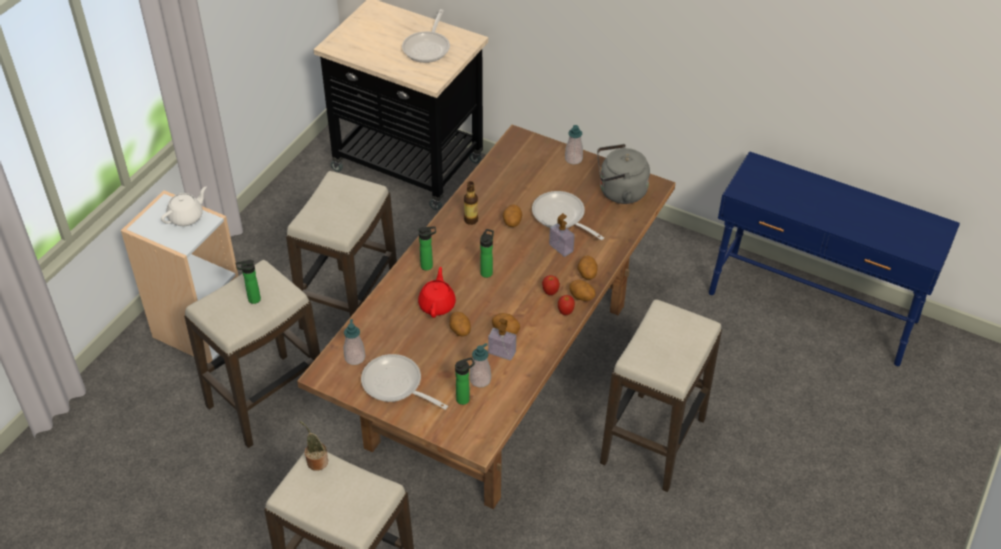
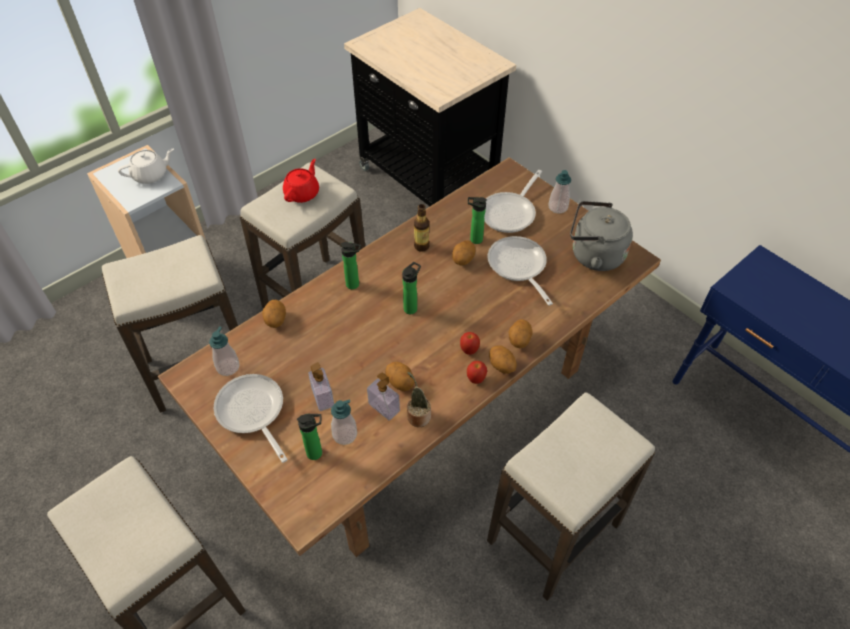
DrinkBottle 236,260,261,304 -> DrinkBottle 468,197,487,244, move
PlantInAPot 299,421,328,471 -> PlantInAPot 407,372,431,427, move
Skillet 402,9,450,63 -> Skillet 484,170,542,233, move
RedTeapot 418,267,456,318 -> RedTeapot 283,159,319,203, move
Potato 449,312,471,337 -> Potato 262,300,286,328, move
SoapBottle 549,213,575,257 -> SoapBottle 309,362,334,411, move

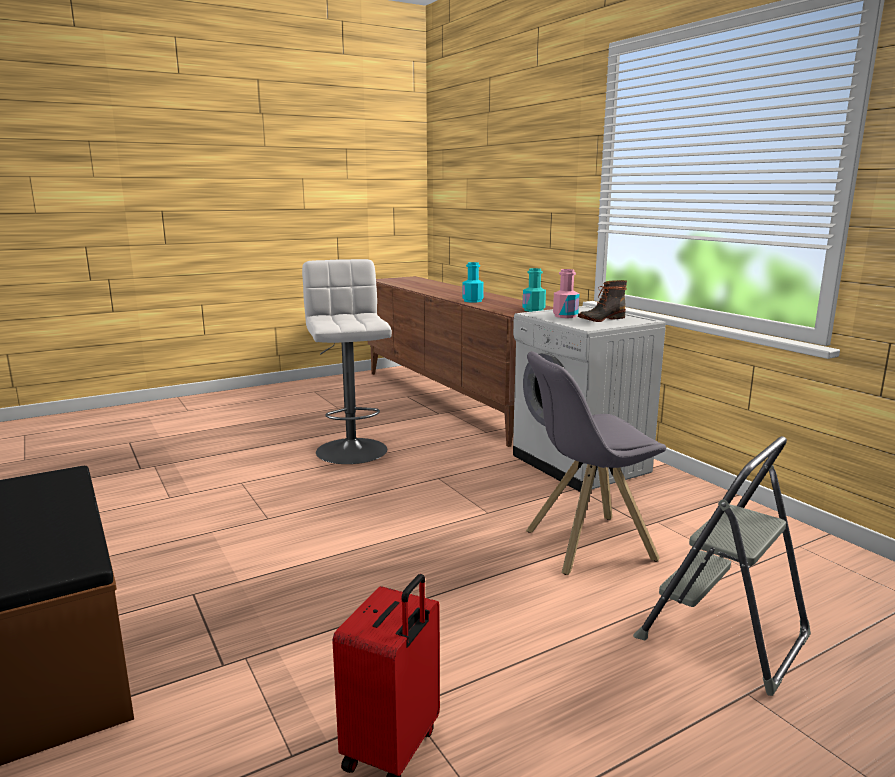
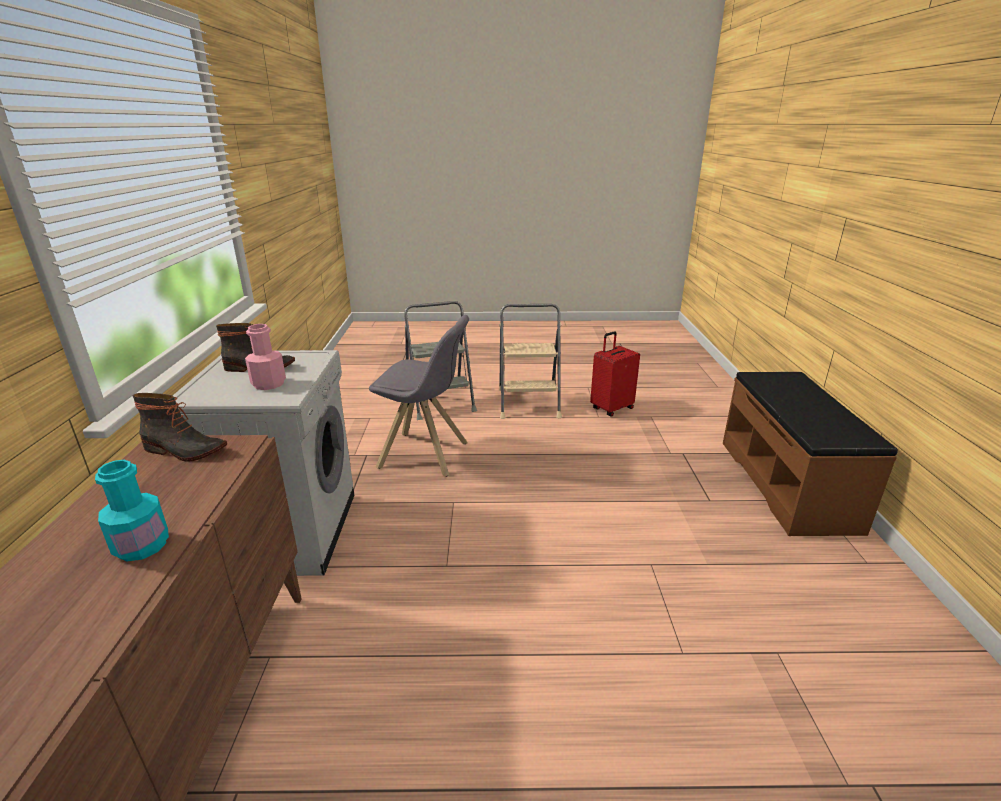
WhiteStoolSeat 302,259,392,464 -> none
TurquoiseDrinkBottle 523,268,546,312 -> HighTopBoot 133,393,227,462
none -> BeigeColouredStepLadder 499,304,562,419

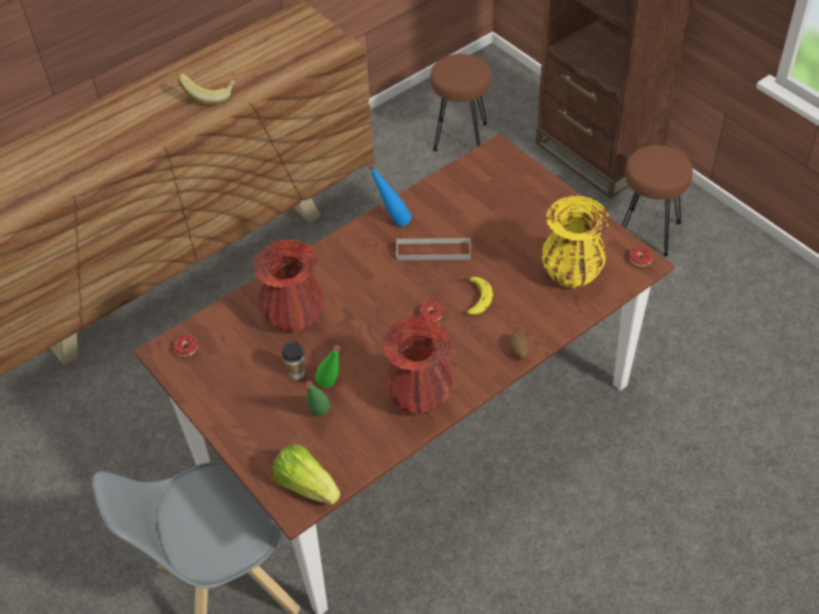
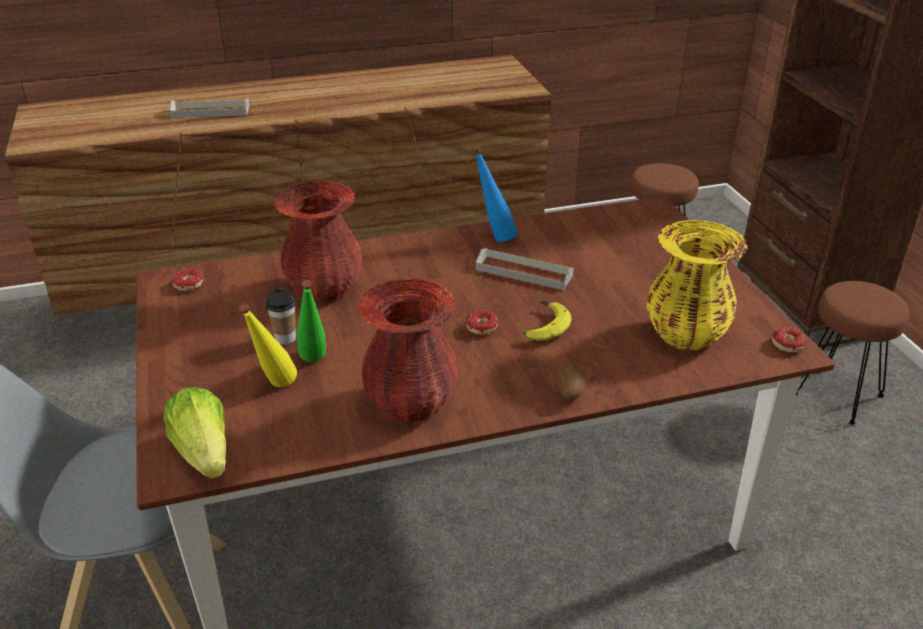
WholeBanana 178,73,236,104 -> none
GreenDrinkBottle 306,381,330,417 -> YellowDrinkBottle 239,304,297,387
none -> GreyishCarryingTray 170,98,249,118

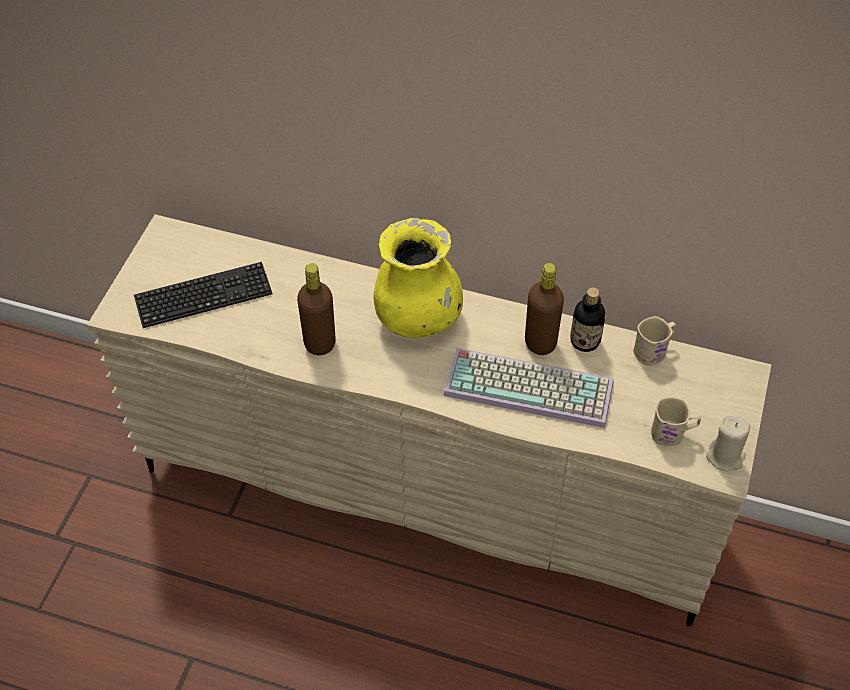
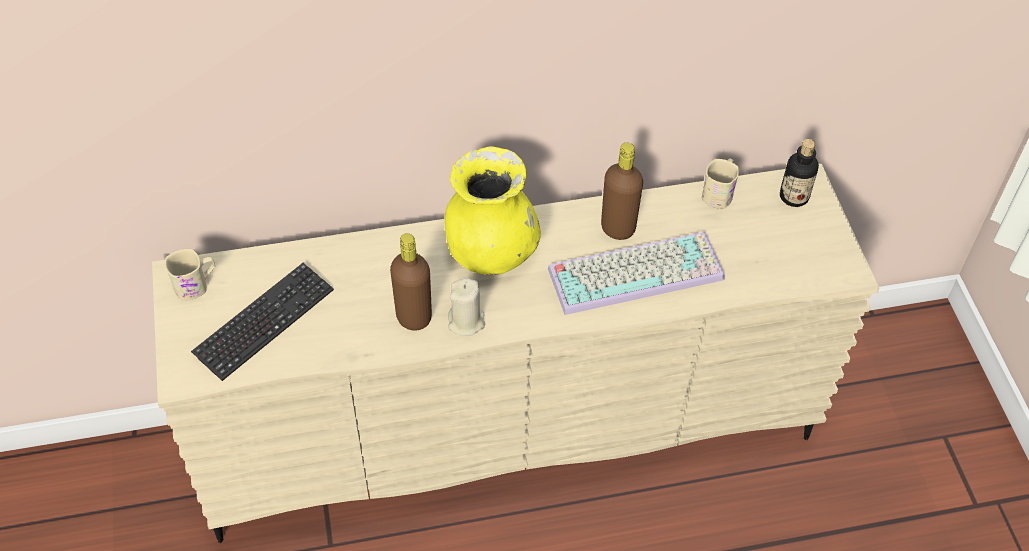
DrinkBottle 571,287,605,352 -> DrinkBottle 780,139,819,207, move
BeigeColouredTeaMug 651,397,701,446 -> BeigeColouredTeaMug 165,249,215,301, move
BeigeColouredWaxLight 706,416,750,471 -> BeigeColouredWaxLight 448,278,485,336, move

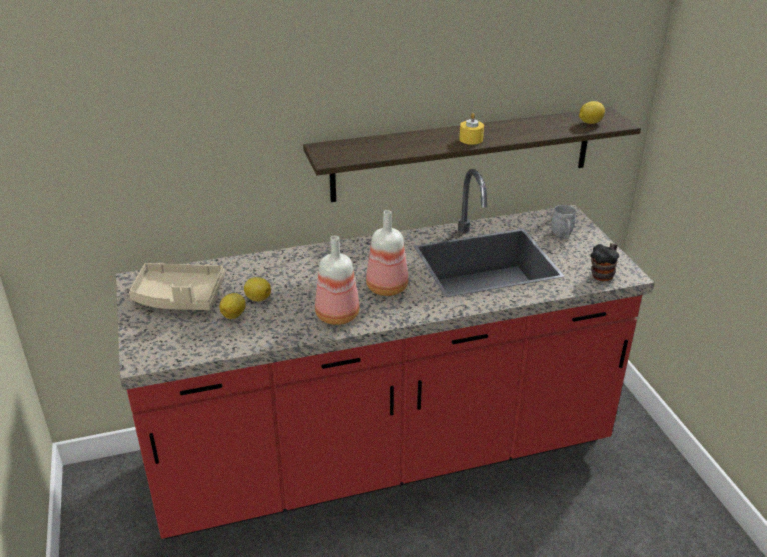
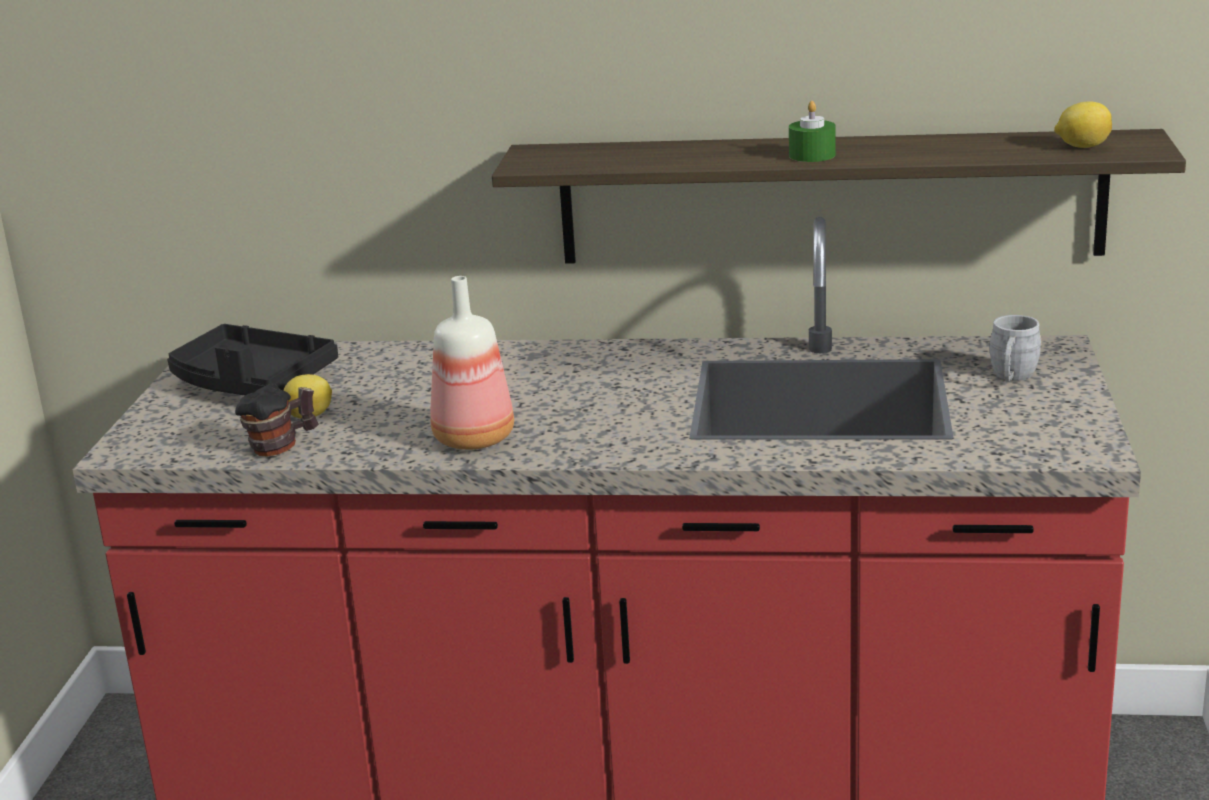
BeigeColouredCarryingTray 129,263,225,310 -> BlackishCarryingTray 167,324,338,396
Lemon 244,277,271,301 -> none
DrinkBottle 366,210,408,296 -> none
YellowWaxLight 459,113,484,145 -> GreenWaxLight 789,101,835,162
TeaMug 590,243,619,281 -> TeaMug 235,384,319,457, move

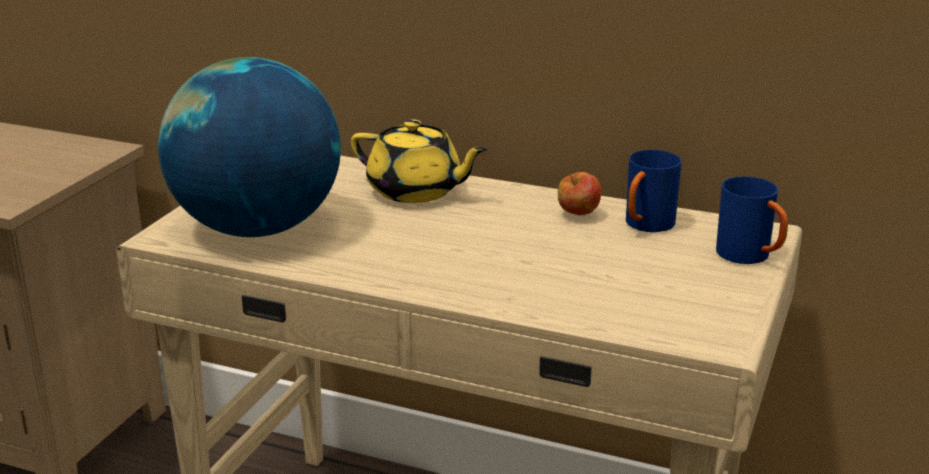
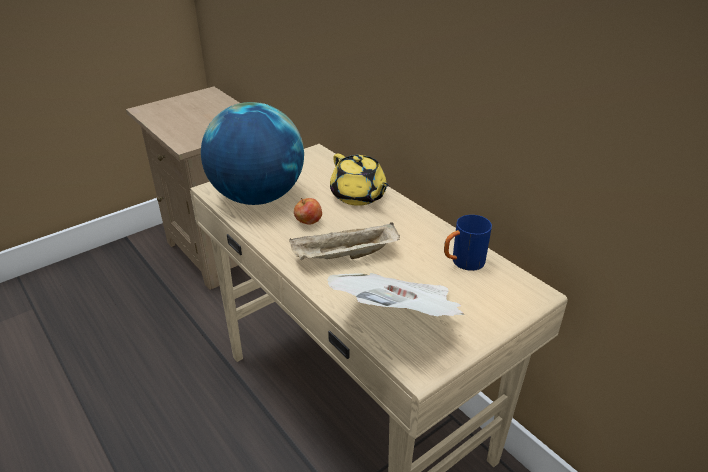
Apple 558,172,601,215 -> Apple 294,198,322,225, move
BlueTeaMug 716,176,788,264 -> none
none -> BeigeColouredCarryingTray 289,222,400,260
none -> PrintedPaper 327,273,464,316

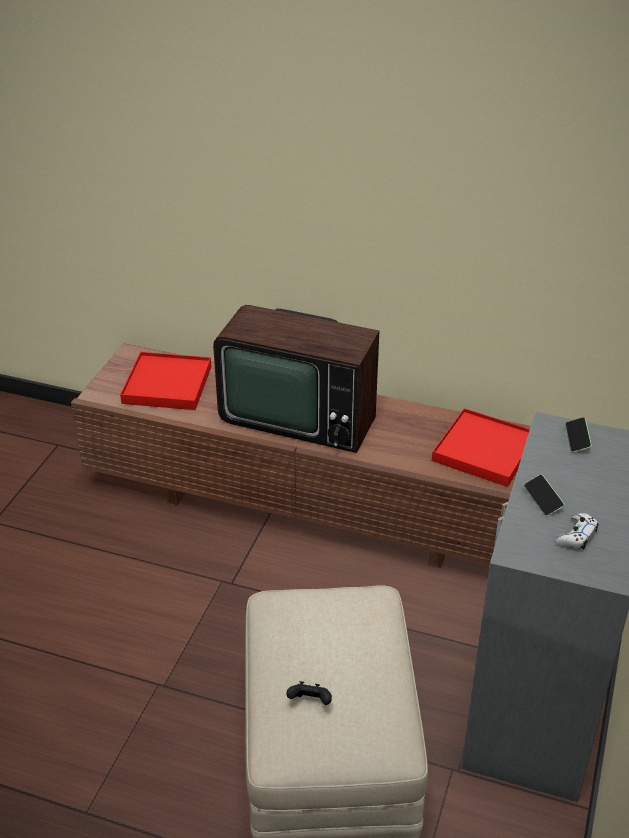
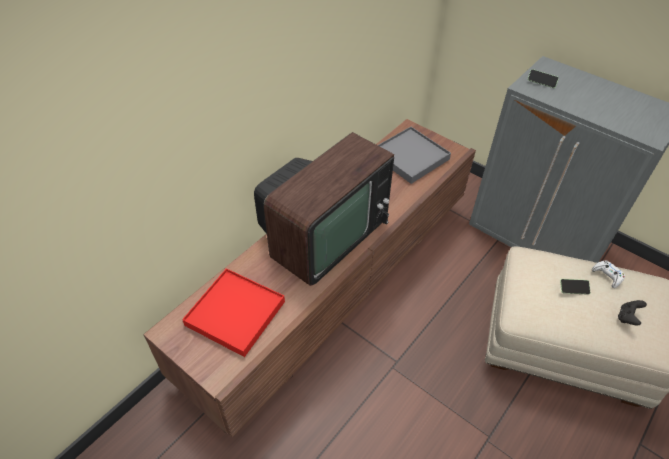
RedCarryingTray 432,408,530,487 -> GreyishCarryingTray 378,127,451,184
Handset 524,474,565,516 -> Handset 560,279,590,295, move
WhiteGamepad 555,513,599,549 -> WhiteGamepad 592,260,625,288, move

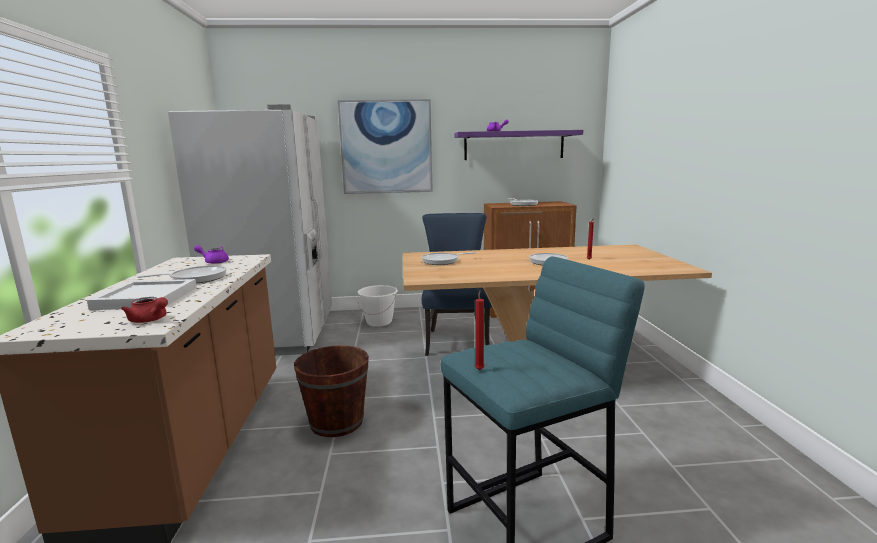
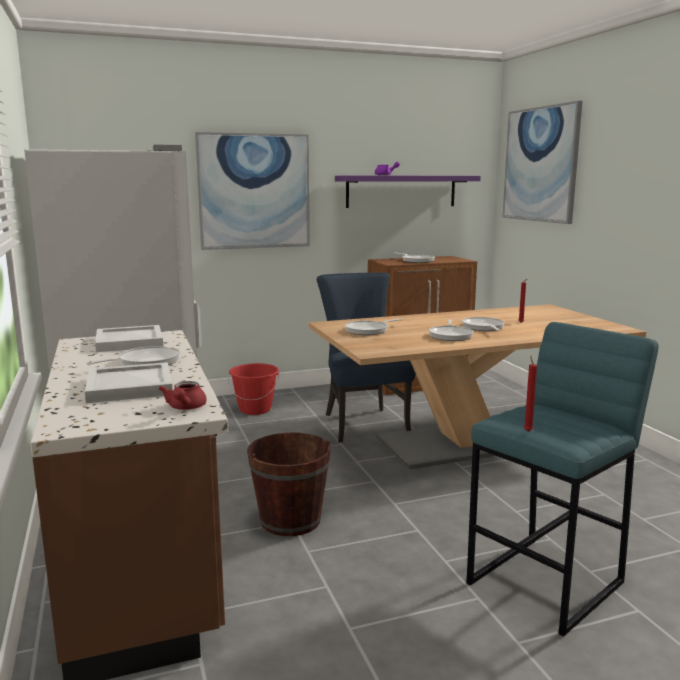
RedTeapot 121,297,168,323 -> RedTeapot 159,381,206,410, 75 degrees clockwise
PurpleColouredTeapot 194,245,229,264 -> WhiteCarryingTray 95,325,163,352
WhiteWaterBucket 358,285,398,327 -> RedWaterBucket 228,363,279,415
none -> Skillet 429,319,474,341
none -> WallArt 502,101,582,224

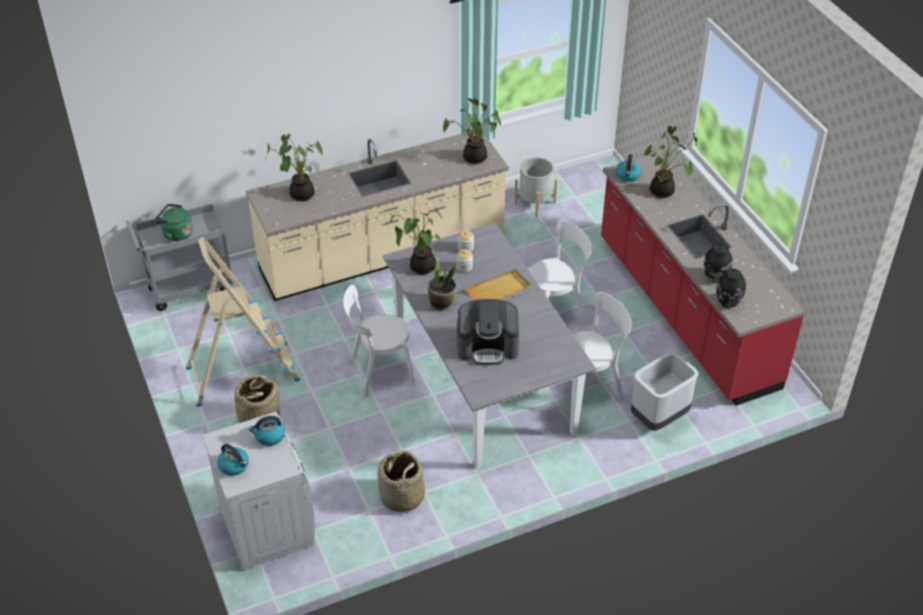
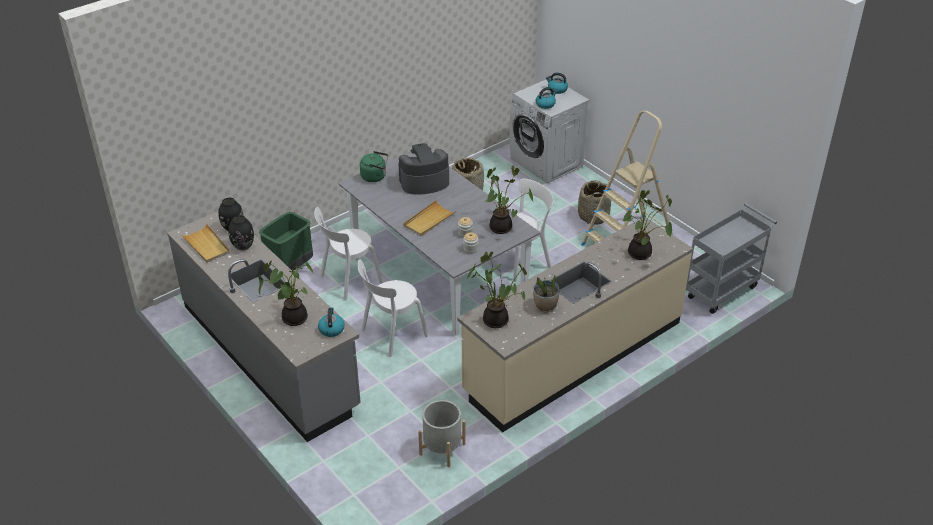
GreenKettle 154,204,193,241 -> GreenKettle 360,151,388,182, move
PlantInAPot 428,257,456,310 -> PlantInAPot 533,275,559,312, move
RedKitchenBaseUnit 601,151,806,406 -> GreyishKitchenBaseUnit 167,212,361,442
GreyishRubbishBin 631,352,699,431 -> GreenRubbishBin 259,212,313,271
none -> BeigeColouredCarryingTray 181,224,230,263

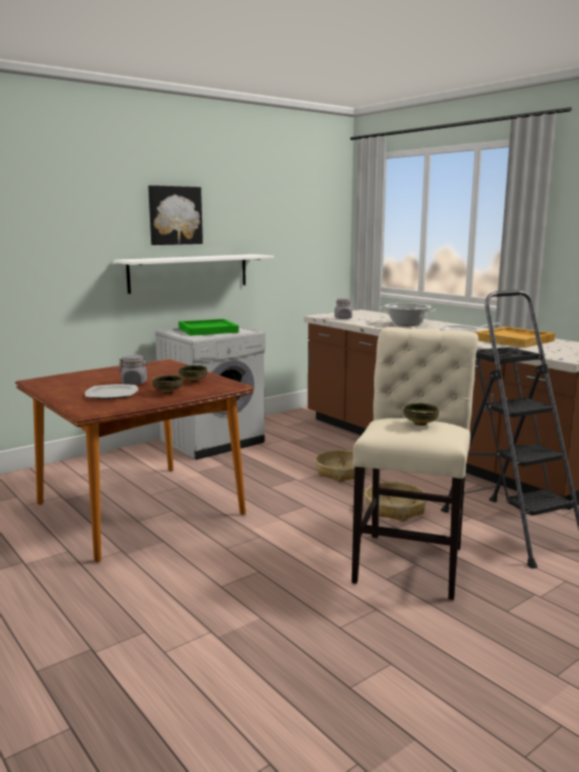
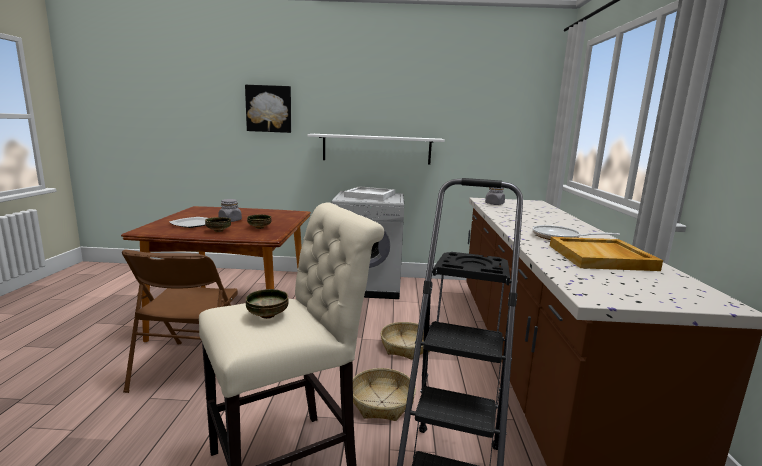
WallArt 148,185,203,245 -> WallArt 245,85,291,133, move
GreenCarryingTray 178,319,239,336 -> WhiteCarryingTray 344,186,395,201
Saucepot 380,303,436,326 -> none
none -> BrownChair 122,250,238,393

